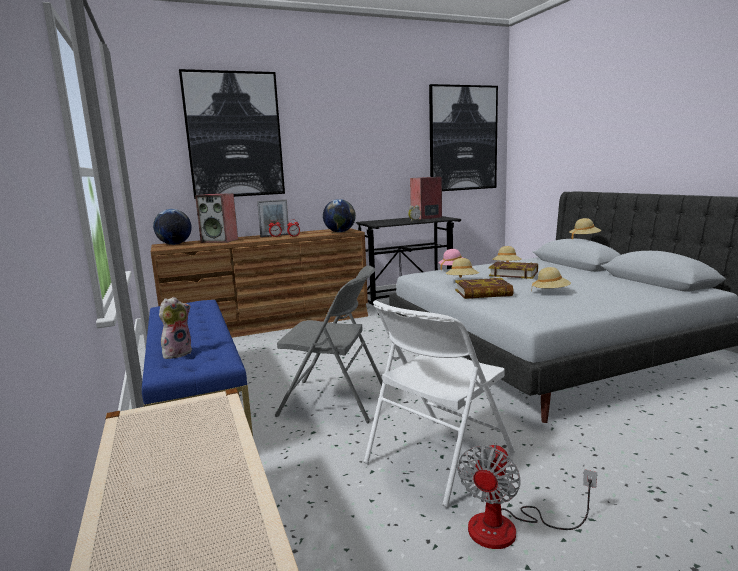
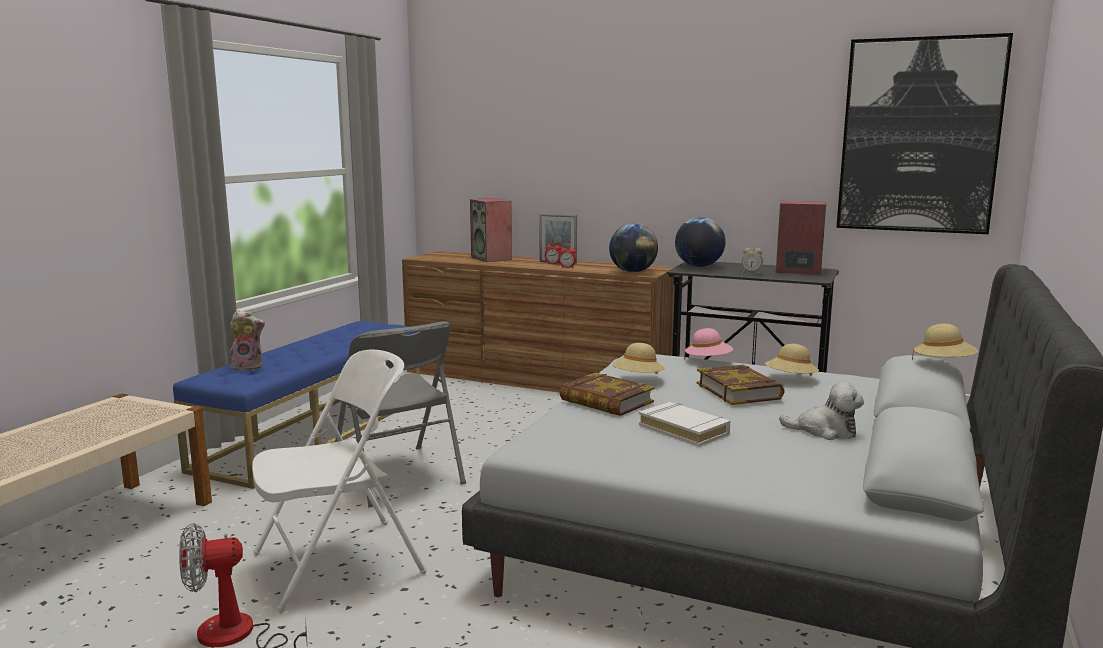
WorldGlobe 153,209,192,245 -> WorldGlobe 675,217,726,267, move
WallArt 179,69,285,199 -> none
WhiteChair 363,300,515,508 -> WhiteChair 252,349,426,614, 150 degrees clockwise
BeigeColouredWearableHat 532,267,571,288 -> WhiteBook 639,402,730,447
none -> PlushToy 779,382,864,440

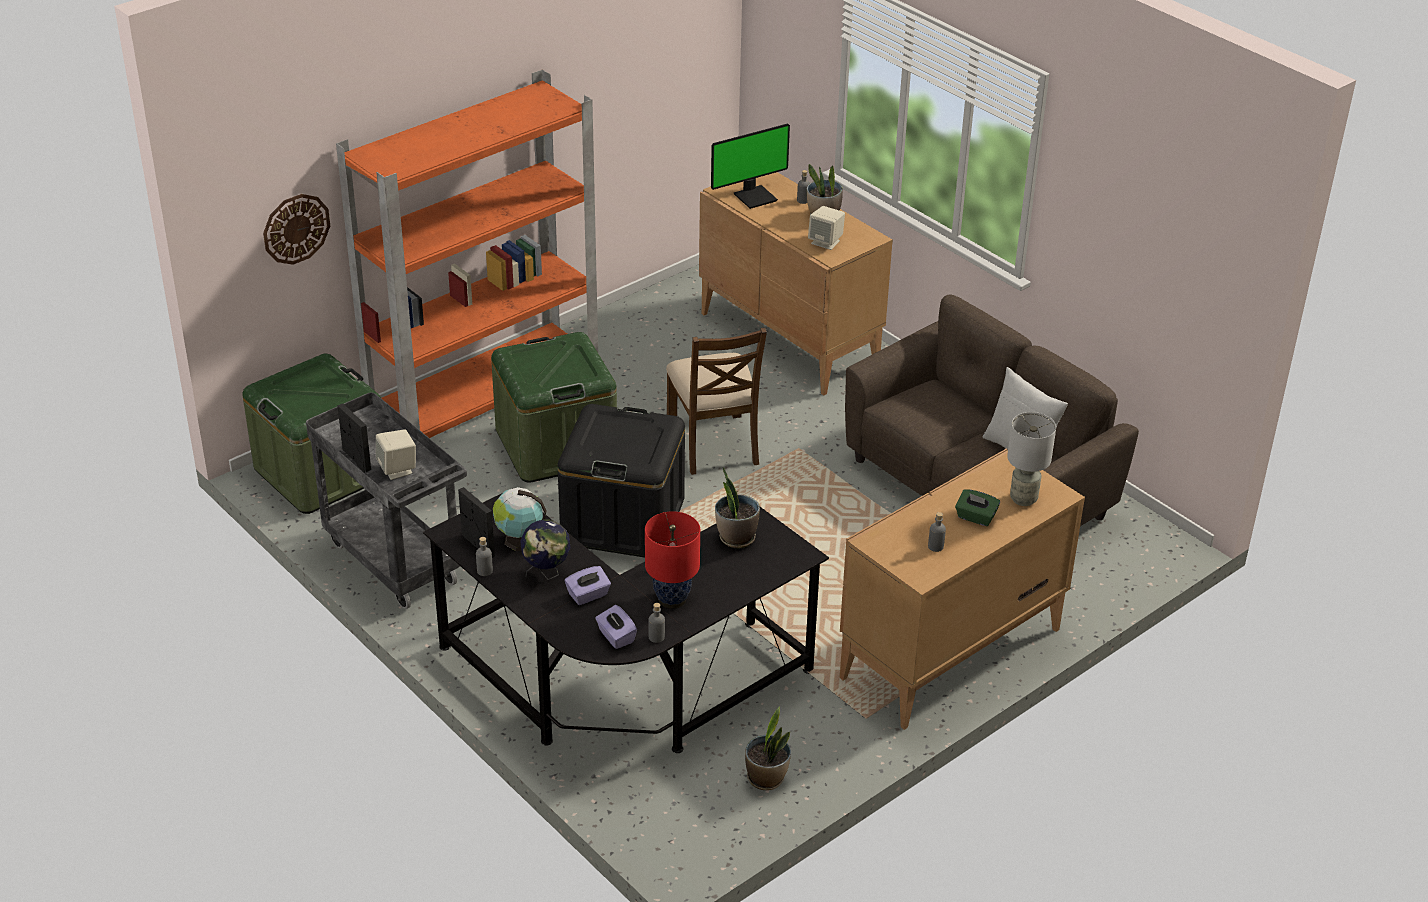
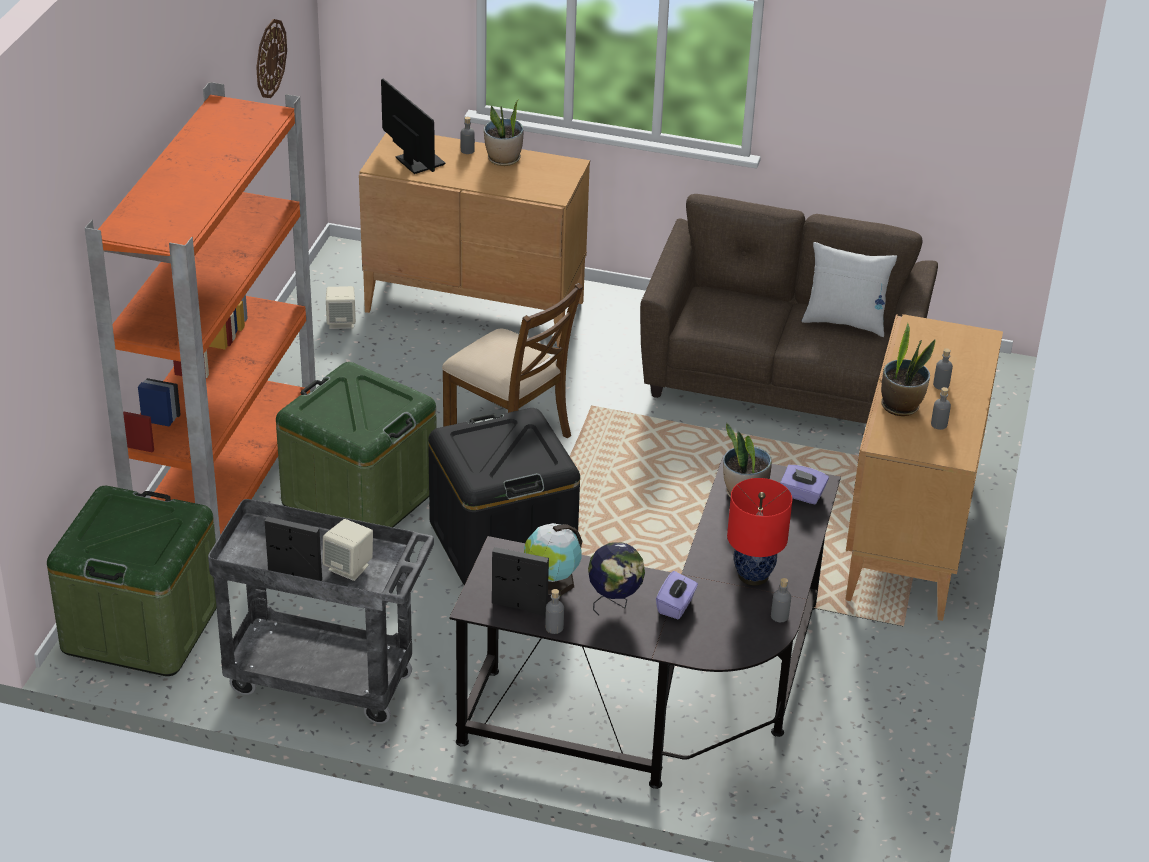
WallClock 263,194,330,265 -> WallClock 256,19,287,98, move
PurpleColouredTissueHolder 595,605,637,649 -> PurpleColouredTissueHolder 780,465,829,504, move
ComputerDisplay 711,123,790,209 -> ComputerDisplay 381,78,446,174, 60 degrees counterclockwise
PlantInAPot 745,706,791,790 -> PlantInAPot 881,323,936,416, move
BeigeColouredSpeaker 808,206,845,250 -> BeigeColouredSpeaker 326,286,356,329, move
GreenTissueHolder 955,489,1000,526 -> GreyishDrinkBottle 933,348,953,390
GreyishTabletopLamp 1007,412,1056,506 -> none

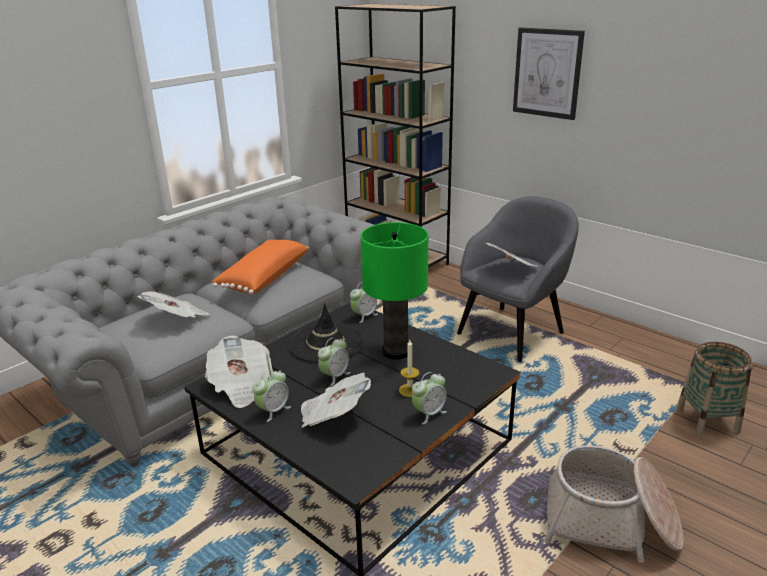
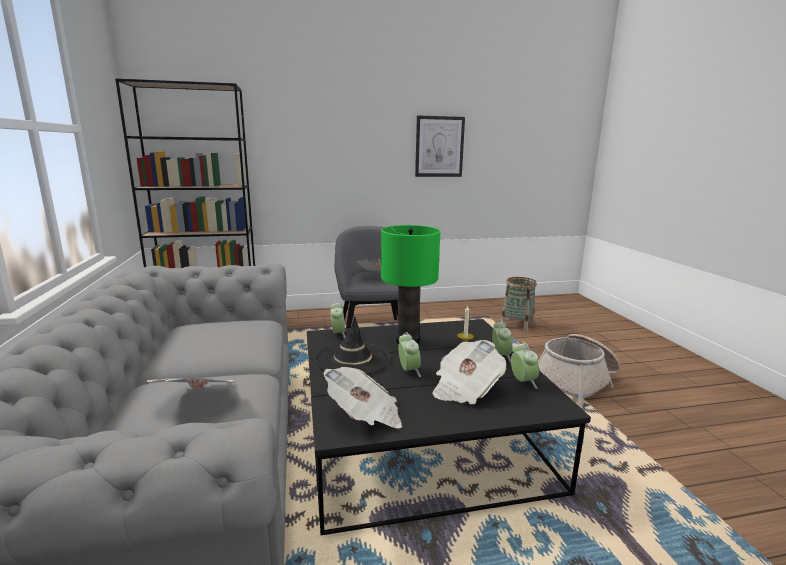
OrangeyCushion 212,239,309,294 -> none
BedsideClock 253,370,291,422 -> BedsideClock 511,341,539,389, move
WallArt 513,27,585,120 -> WallArt 415,115,465,177, move

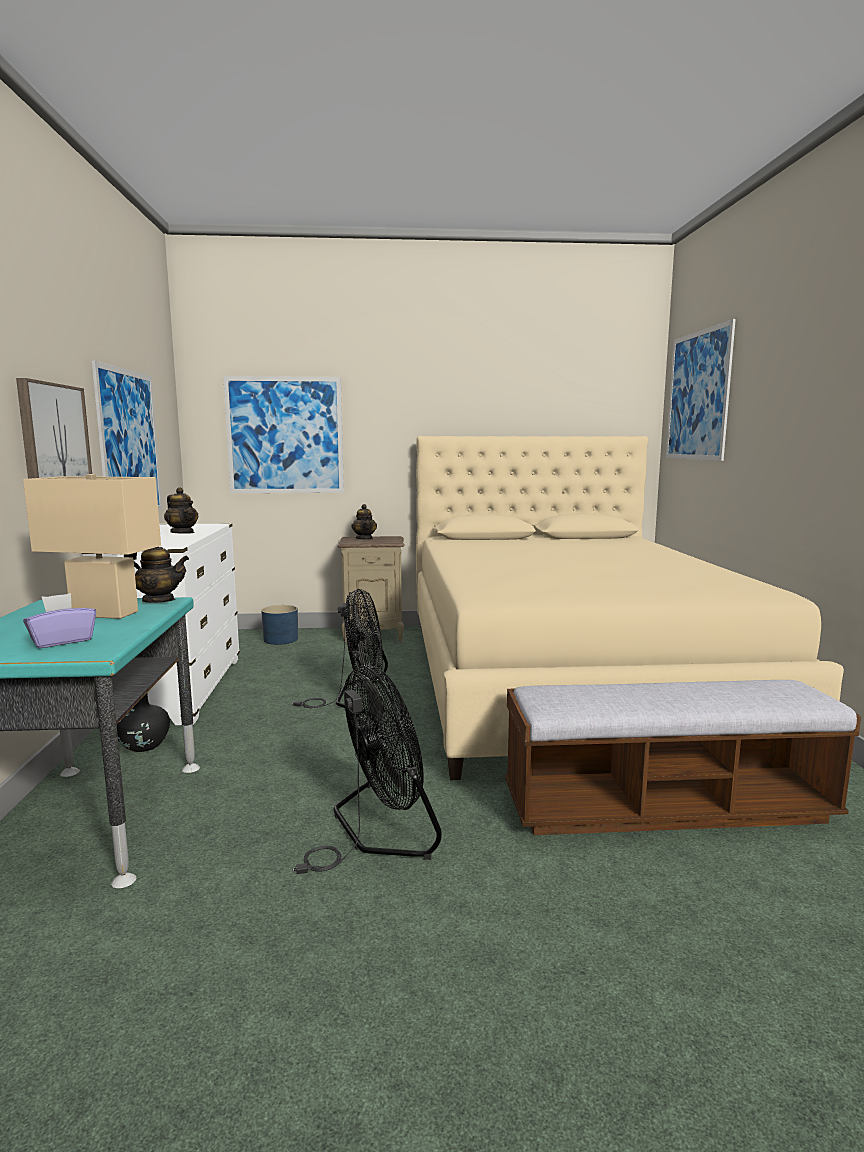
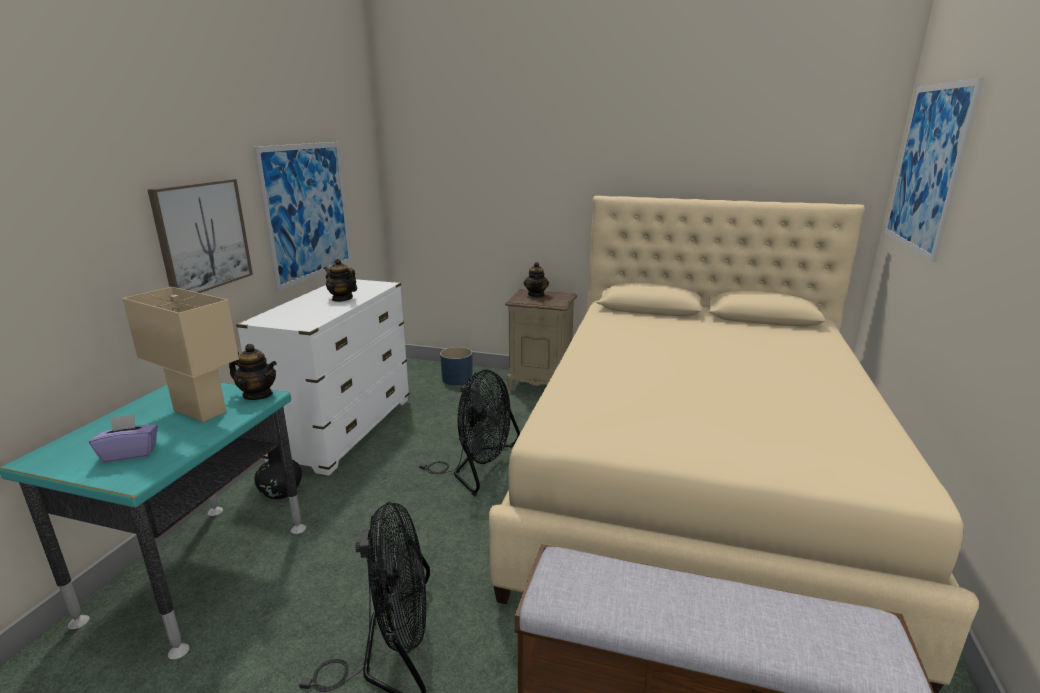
Teapot 164,487,198,534 -> Teapot 324,259,357,302, 150 degrees clockwise
WallArt 223,376,344,493 -> none

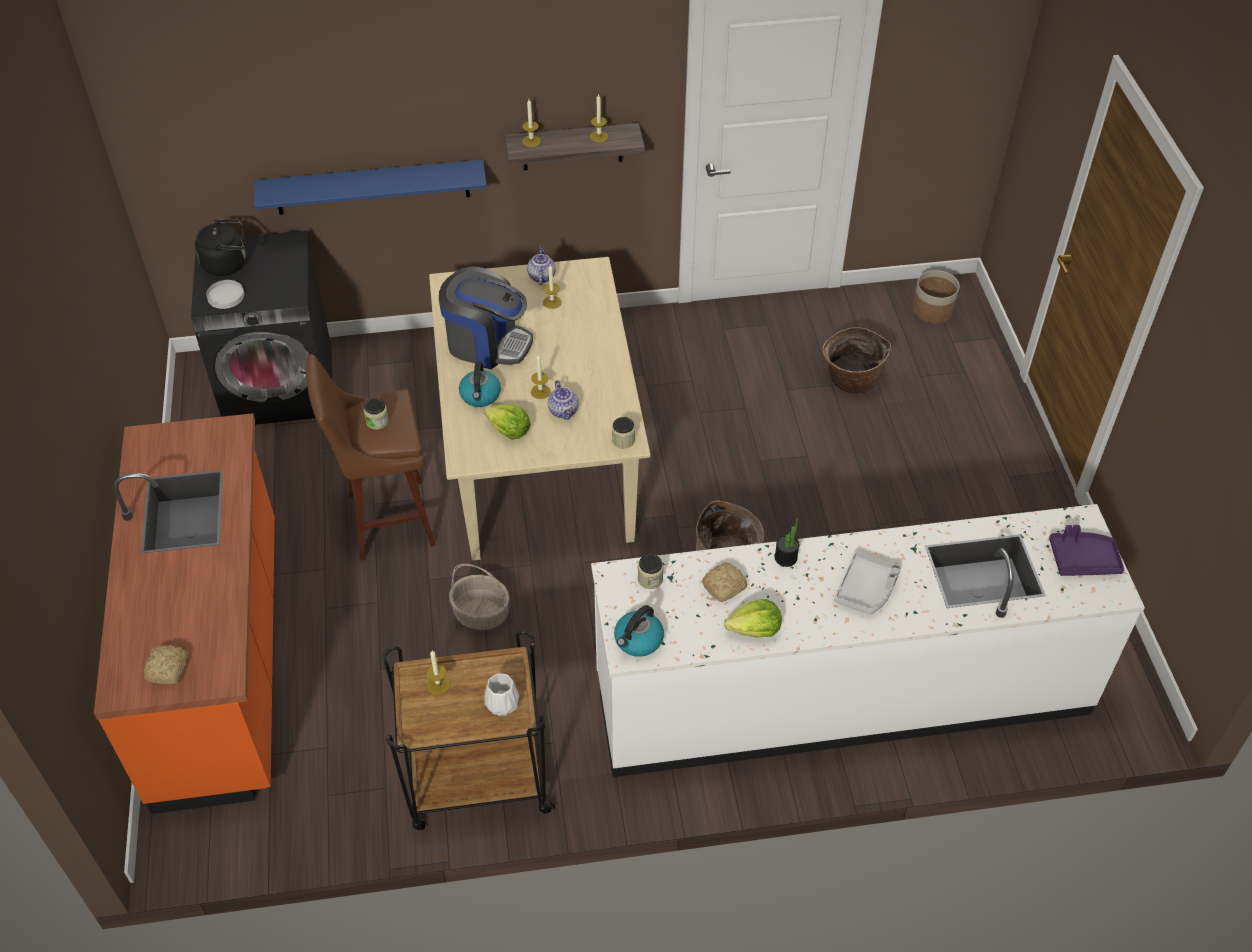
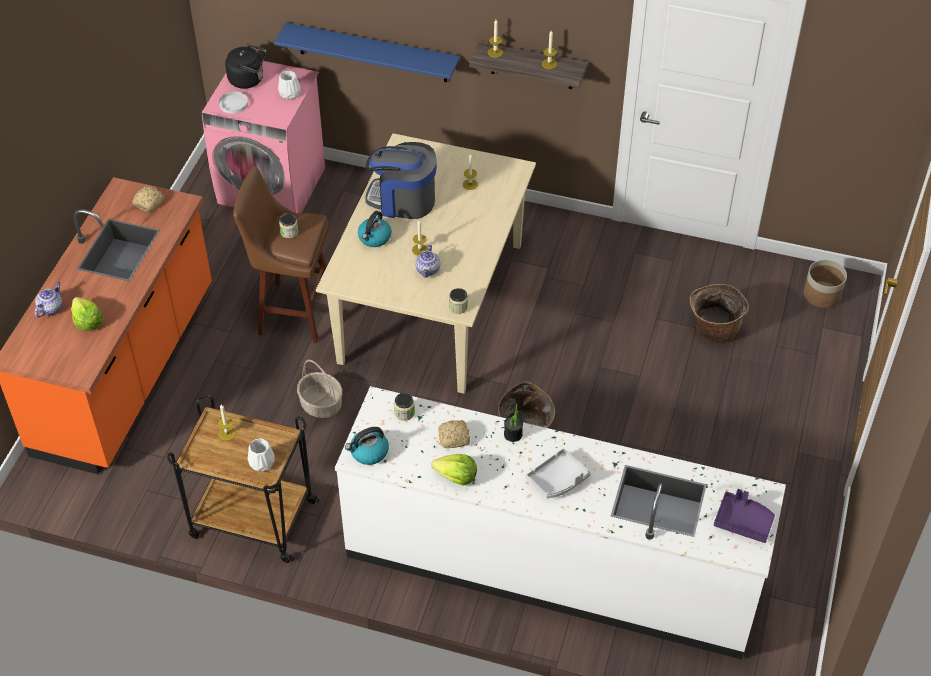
BakeryBread 144,645,188,684 -> BakeryBread 133,187,164,212, move
BlackishLaundryAppliance 191,230,332,425 -> PinkishLaundryAppliance 202,61,325,213
CoffeeMaker 439,267,533,369 -> CoffeeMaker 365,142,437,219, 150 degrees clockwise
LettuceHead 484,405,530,440 -> LettuceHead 71,297,104,331, move
Teapot 527,246,556,285 -> Teapot 35,282,62,317, move
none -> WhiteFlowerVase 278,71,300,100

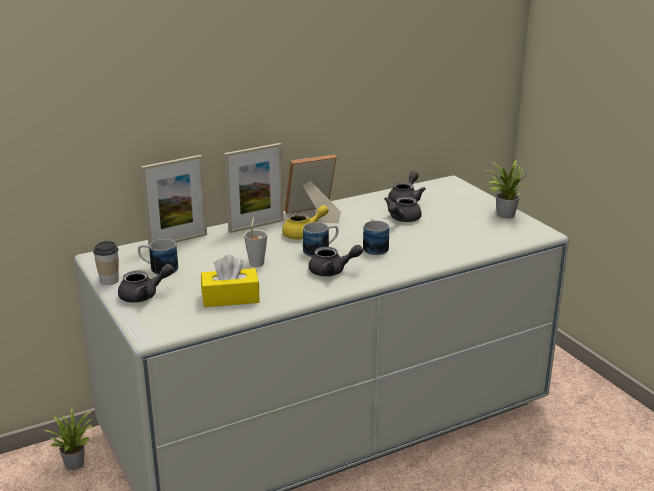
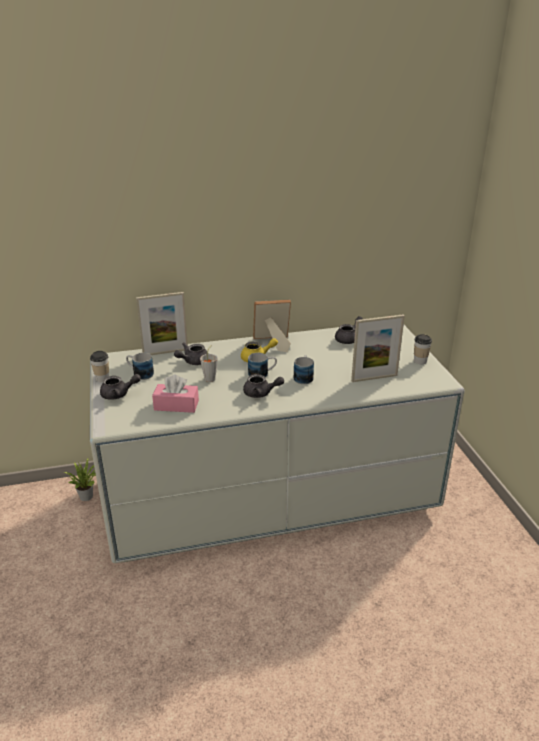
YellowTissueHolder 201,254,260,307 -> PinkishTissueHolder 152,375,199,413
PhotoFrame 224,143,284,233 -> PhotoFrame 351,315,405,382, move
GreyishTeapot 384,196,422,222 -> GreyishTeapot 174,342,209,365, move
PlantInAPot 486,160,529,219 -> DrinkingCup 414,334,432,364

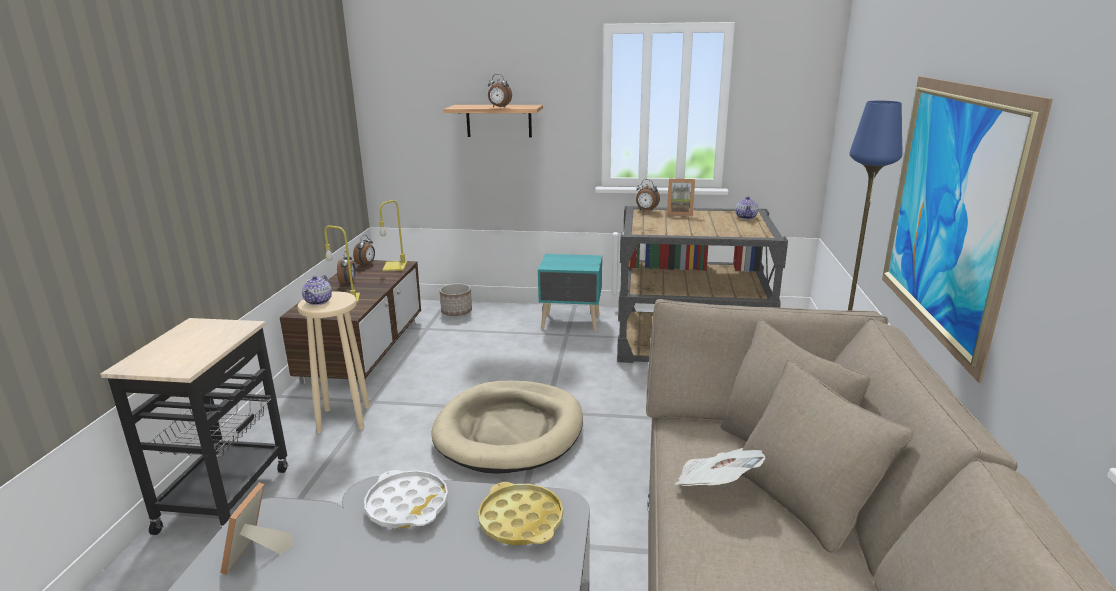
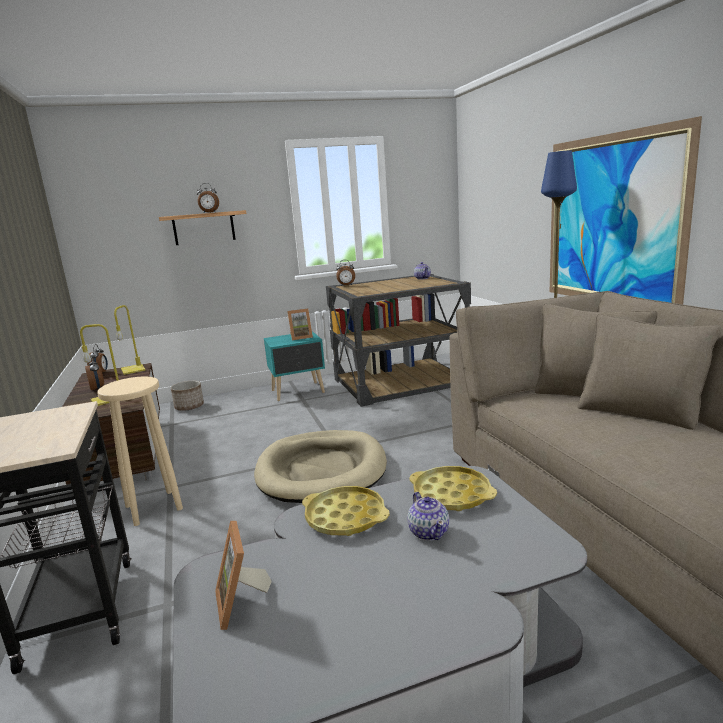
Teapot 302,275,332,305 -> Teapot 407,492,449,541, move
WhiteCarryingTray 364,470,448,529 -> YellowCarryingTray 302,486,390,536
PhotoFrame 667,179,695,216 -> PhotoFrame 287,309,313,340, move
PrintedPaper 675,448,765,486 -> none

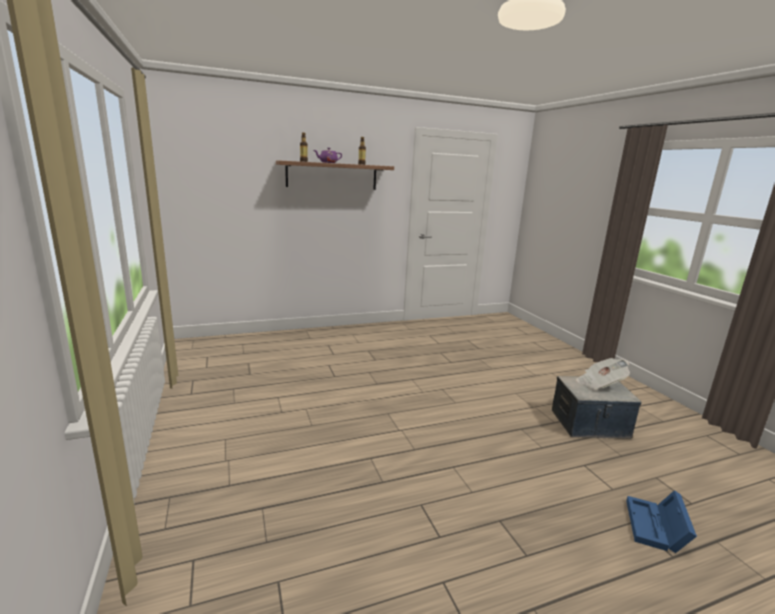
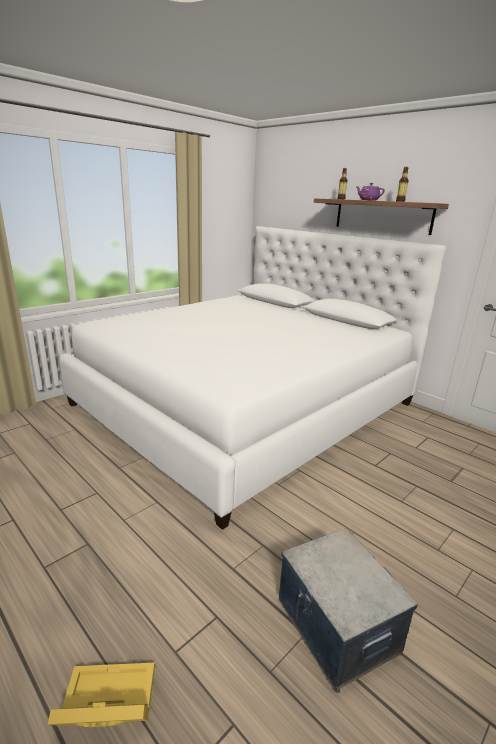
PrintedPaper 576,358,630,390 -> none
BlueStorageContainer 626,490,697,553 -> YellowStorageContainer 48,663,155,727
none -> WhiteBedroomBed 59,226,446,530

